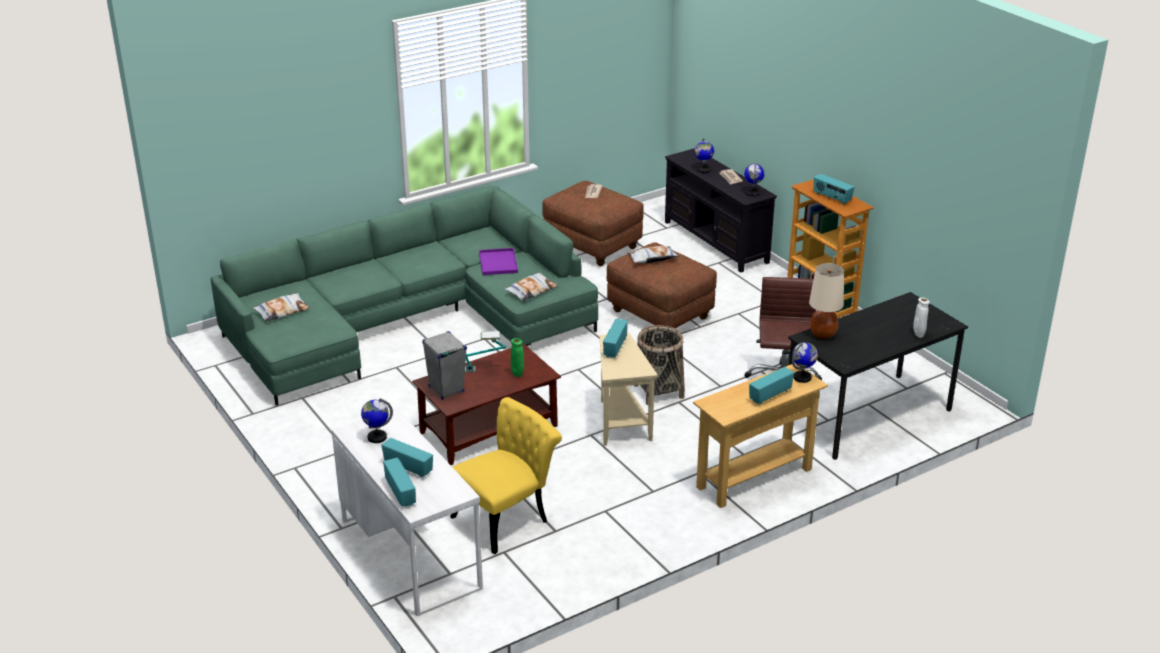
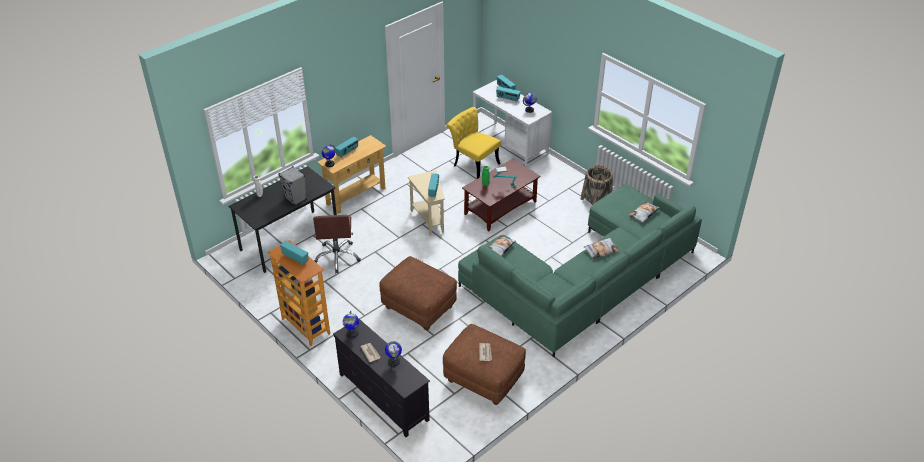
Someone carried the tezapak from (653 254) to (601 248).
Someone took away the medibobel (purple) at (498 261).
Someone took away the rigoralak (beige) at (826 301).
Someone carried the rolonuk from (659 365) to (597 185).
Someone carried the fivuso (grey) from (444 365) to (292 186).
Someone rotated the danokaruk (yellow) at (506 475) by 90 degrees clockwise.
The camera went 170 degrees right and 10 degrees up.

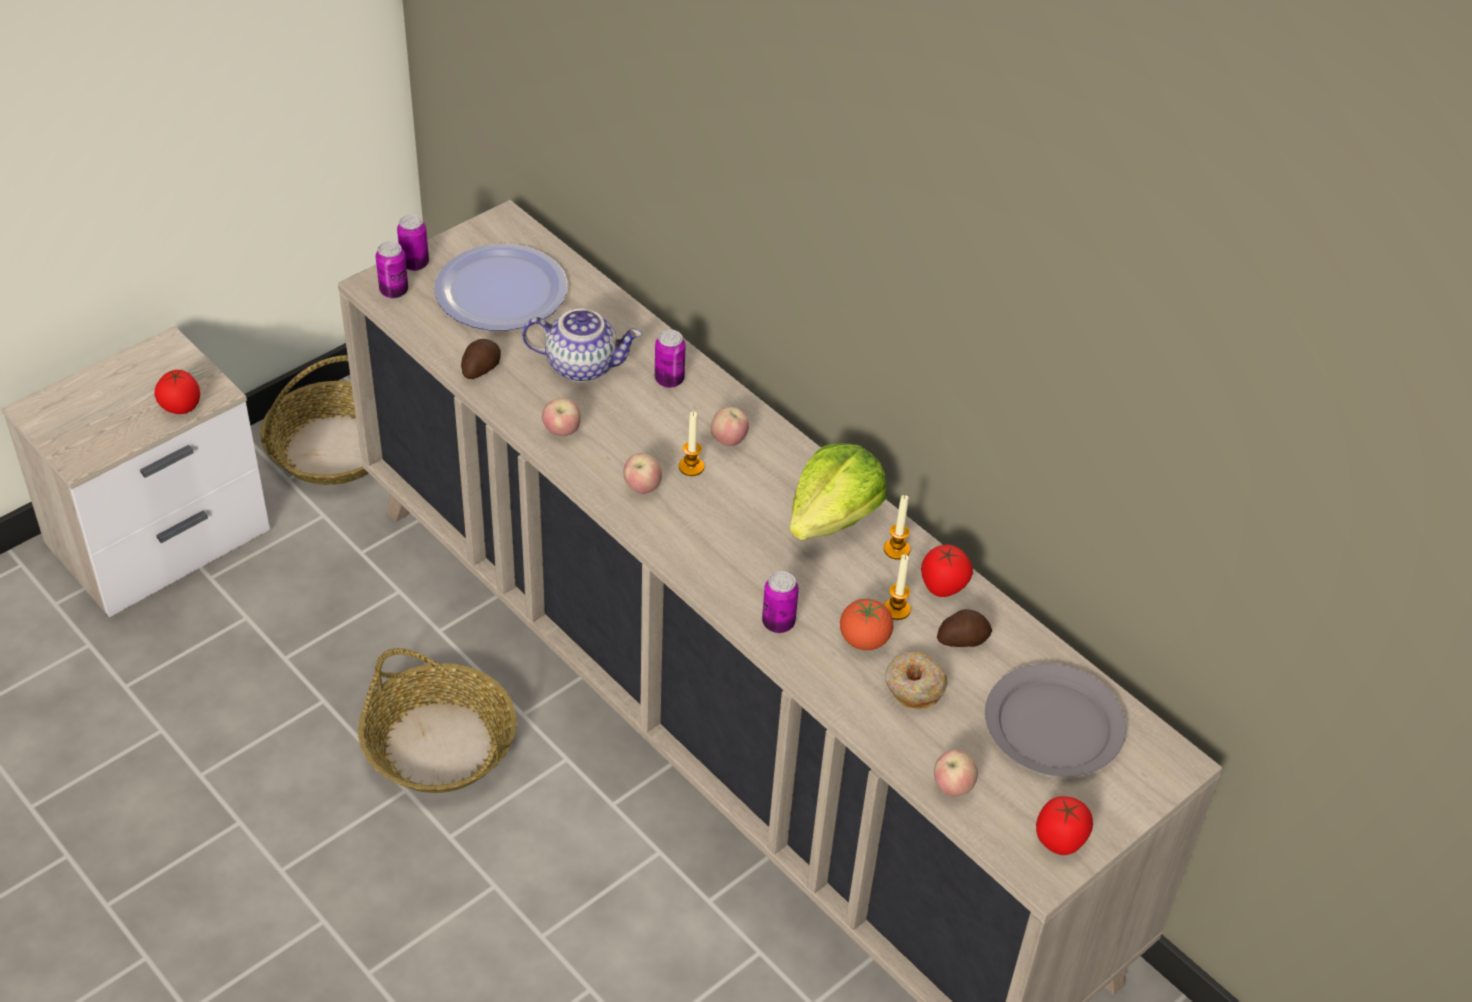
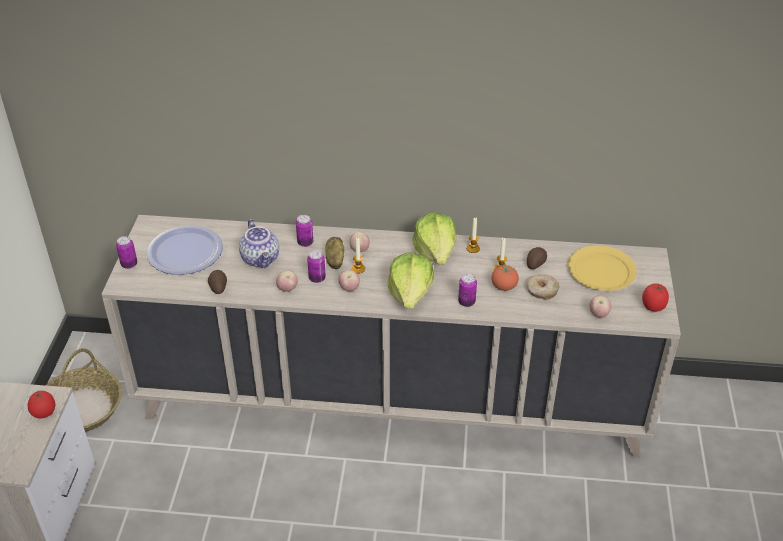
Someone carried the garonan from (392 269) to (316 266).
Someone rotated the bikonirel at (582 345) by 105 degrees clockwise.
Someone took away the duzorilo at (947 571).
Someone took away the rolonuk at (437 720).
Someone repainted the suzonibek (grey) at (1055 720), which became the suzonibek (yellow) at (602 268).
Someone put down the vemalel at (334 253).
Someone put down the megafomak at (411 280).
The camera went 40 degrees left and 5 degrees down.

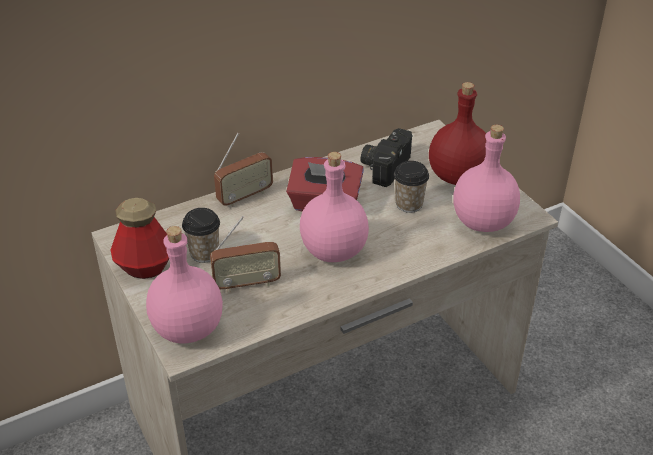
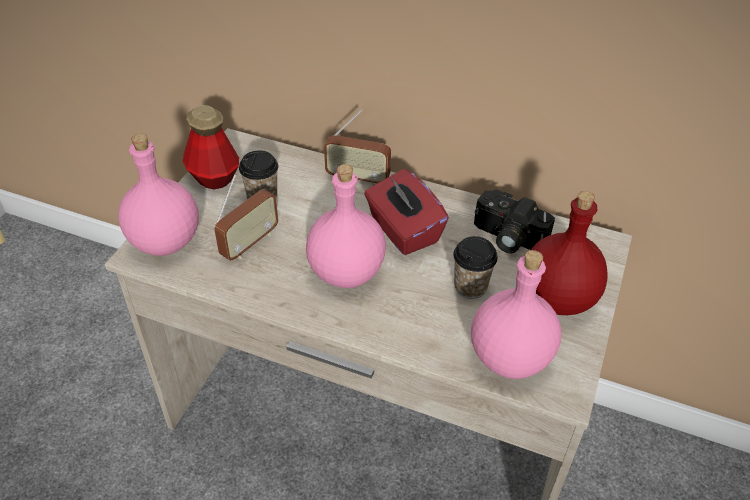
Someone rotated the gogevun at (386 157) by 135 degrees counterclockwise.
Someone rotated the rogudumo at (245 254) by 90 degrees counterclockwise.
The camera went 50 degrees right and 5 degrees up.

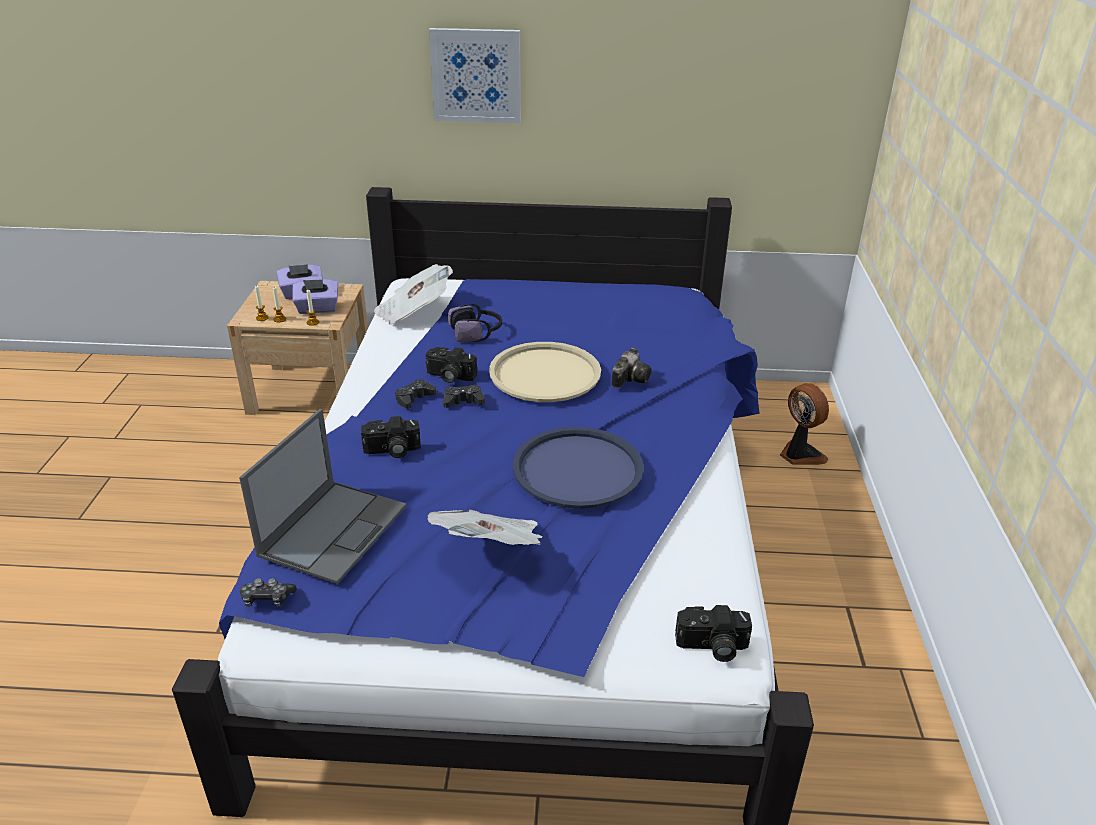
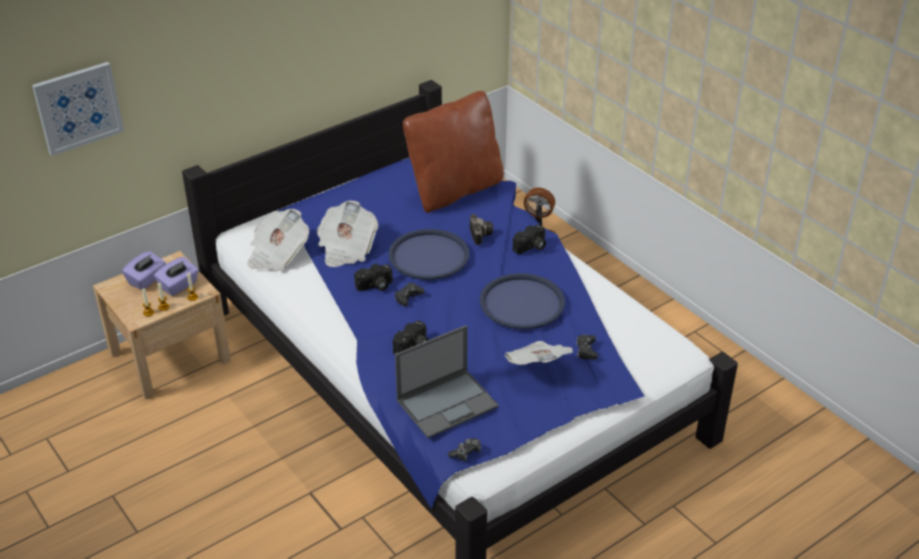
Someone carried the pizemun from (475 75) to (78 109).
Someone swapped the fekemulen at (475 323) for the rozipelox at (347 233).
Someone repainted the medibobel (beige) at (545 372), which became the medibobel (blue) at (429 254).
Someone carried the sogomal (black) from (416 394) to (587 347).
Someone rotated the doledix at (322 496) by 75 degrees clockwise.
Someone carried the gogevun from (713 633) to (529 239).
Someone put down the tezapak (brown) at (453 152).
The camera went 40 degrees left and 5 degrees up.

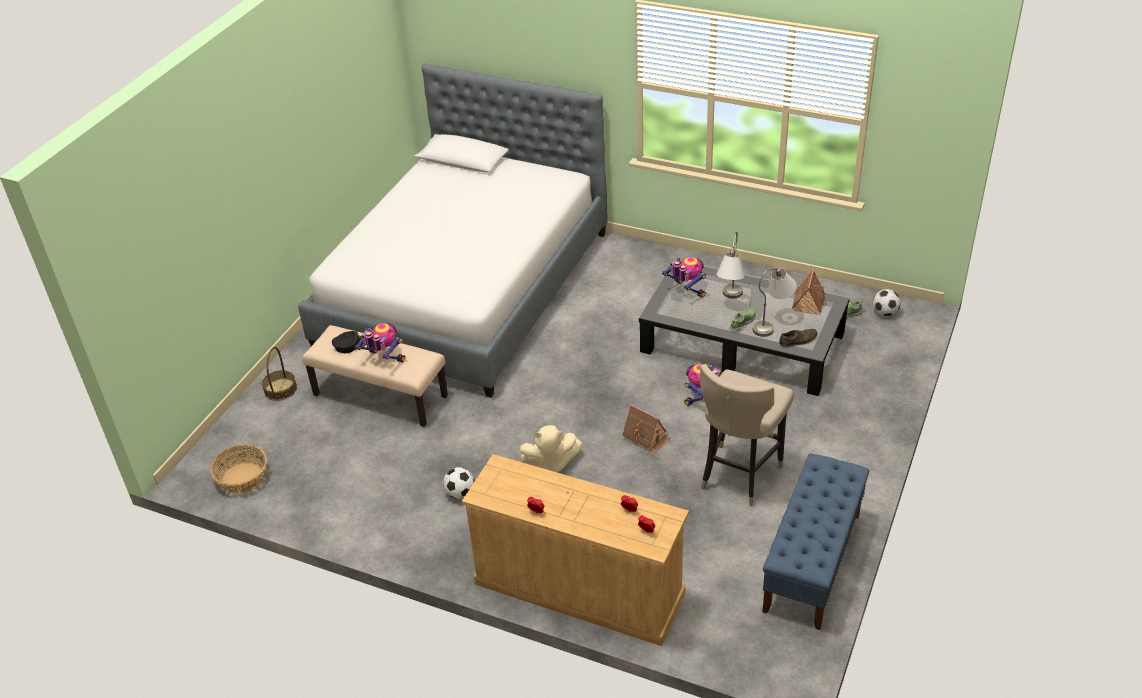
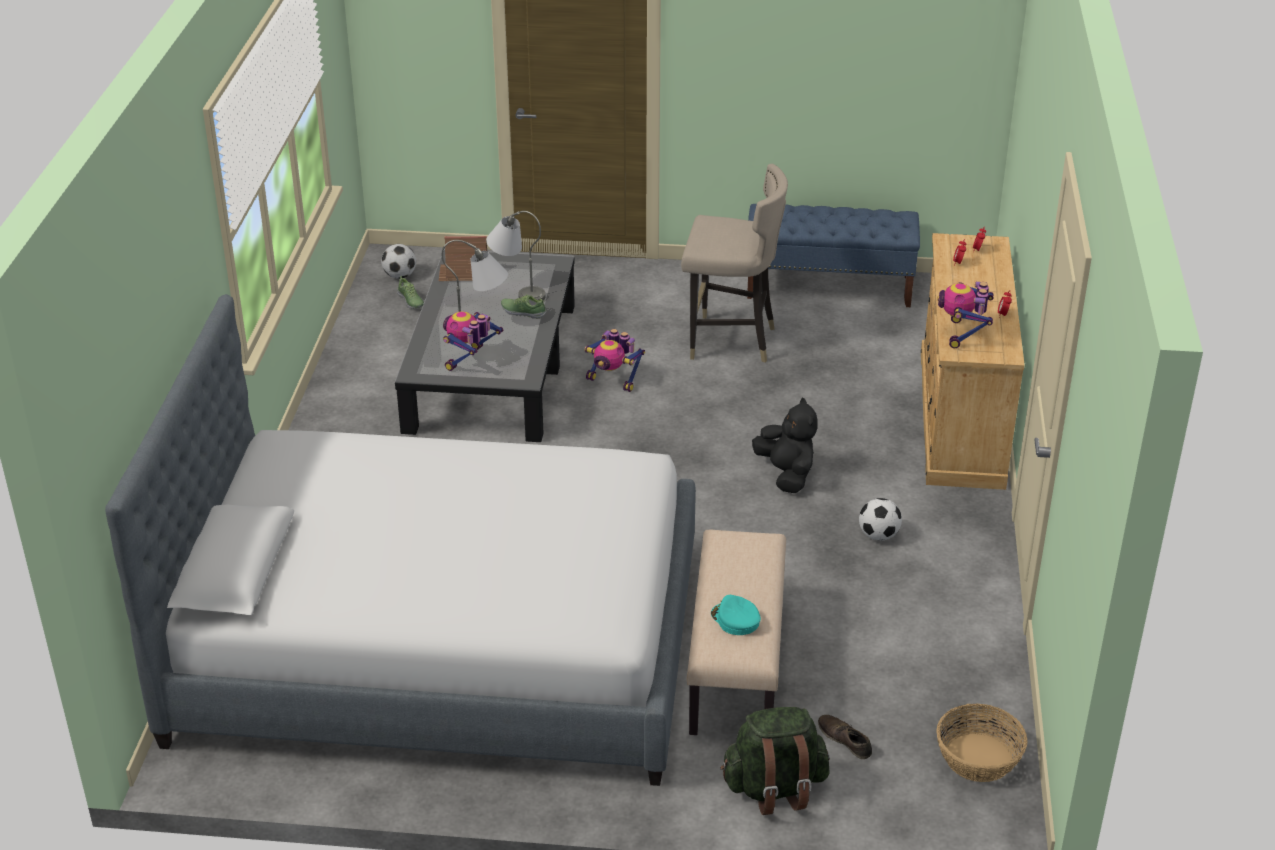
Someone carried the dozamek from (380 343) to (965 315).
Someone carried the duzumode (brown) from (798 338) to (845 737).
Someone repainted the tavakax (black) at (349 342), which became the tavakax (turquoise) at (736 615).
Someone swapped the rolonuk at (279 374) for the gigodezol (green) at (775 761).
Someone took away the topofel at (646 429).
Someone repainted the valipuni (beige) at (551 448), which became the valipuni (black) at (785 445).
The camera went 110 degrees left and 5 degrees down.

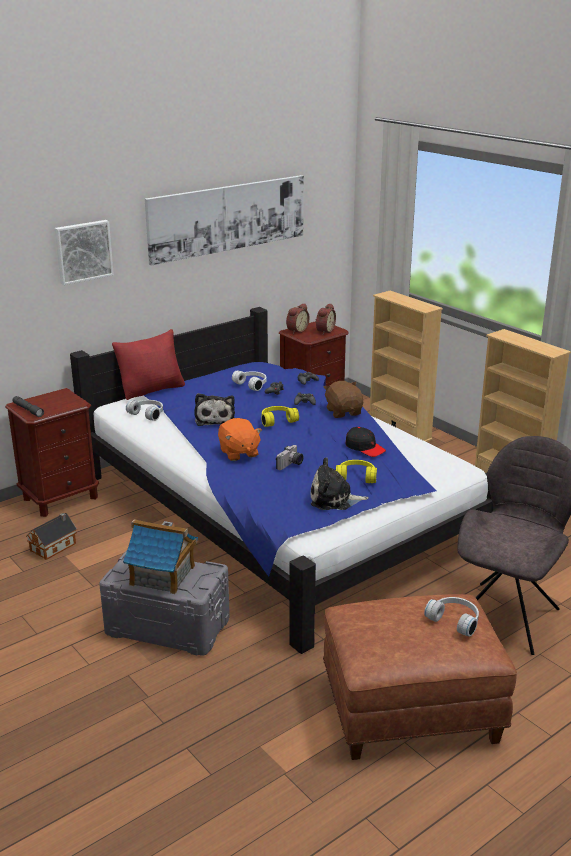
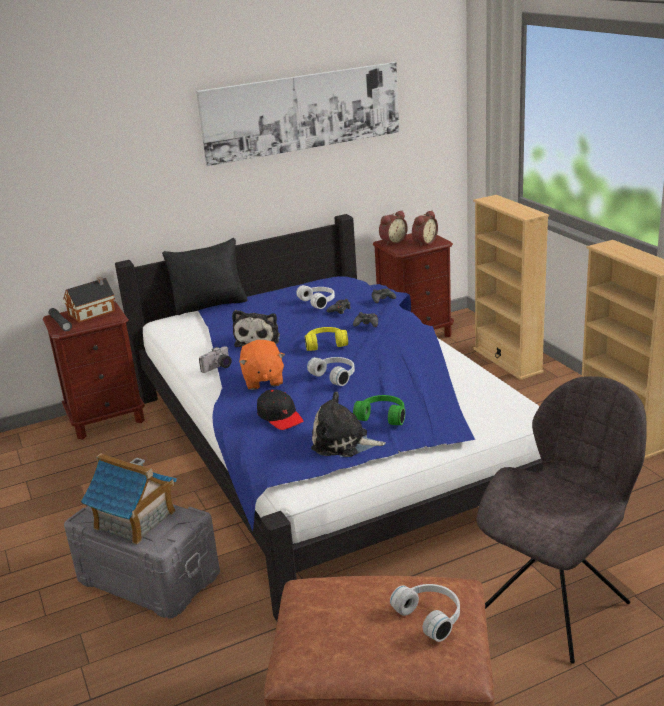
Someone took away the pizemun at (84 252).
Someone repainted the tezapak (red) at (148 364), which became the tezapak (black) at (204 276).
Someone took away the valipuni (brown) at (343 399).
Someone carried the fekemulen (white) from (144 410) to (331 371).
Someone carried the tavakax (black) from (366 442) to (280 409).
Someone carried the gogevun from (290 457) to (215 359).
Someone repainted the fekemulen (yellow) at (356 471), which became the fekemulen (green) at (379 410).
Someone carried the topofel from (51 536) to (89 300).
The camera went 15 degrees right and 0 degrees up.

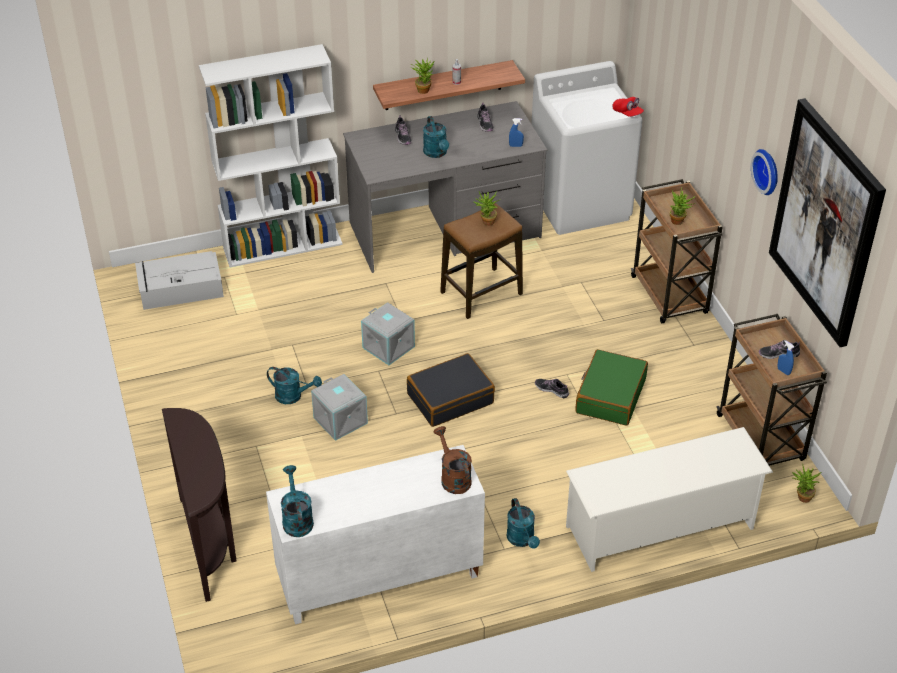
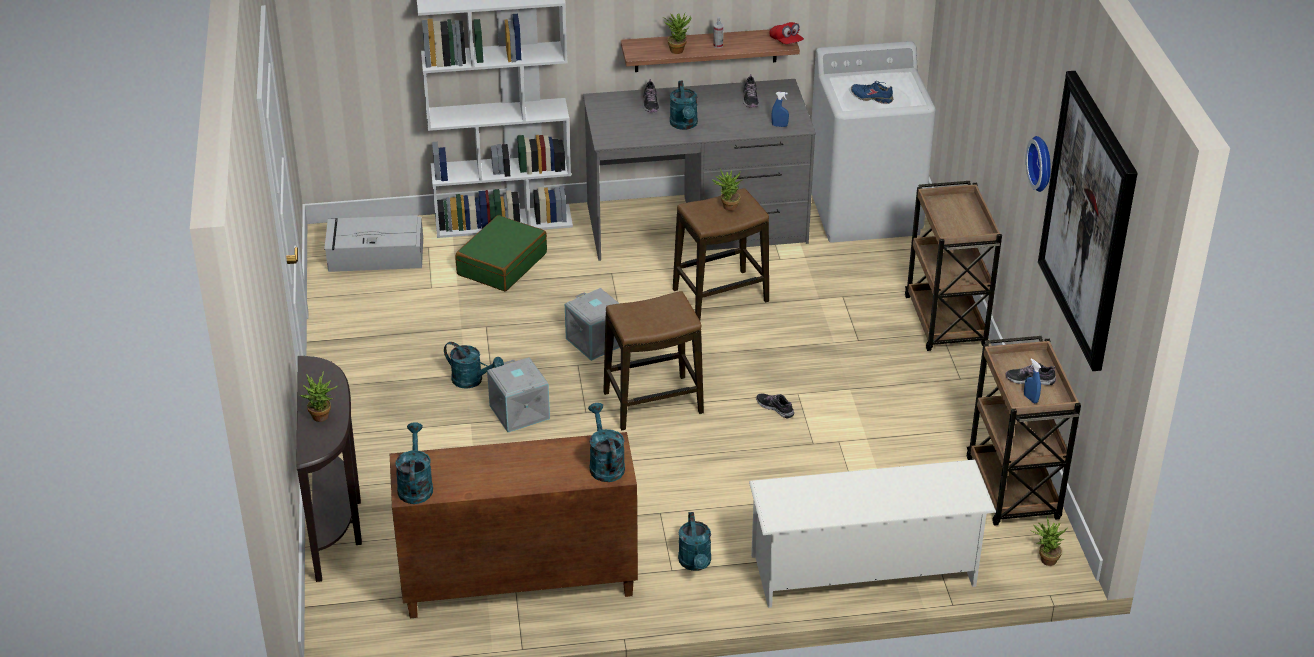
Someone carried the tavakax (red) from (628 107) to (787 33).
Someone carried the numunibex from (683 206) to (319 396).
Someone carried the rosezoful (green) from (612 387) to (501 253).
Someone swapped the rosezoful (black) at (451 390) for the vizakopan at (653 360).
Someone repainted the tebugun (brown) at (453 460), which became the tebugun (turquoise) at (606 442).
Someone repainted the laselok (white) at (375 534), which became the laselok (brown) at (514 525).
Someone put down the duzumode (blue) at (872 92).
The camera went 10 degrees right and 5 degrees down.

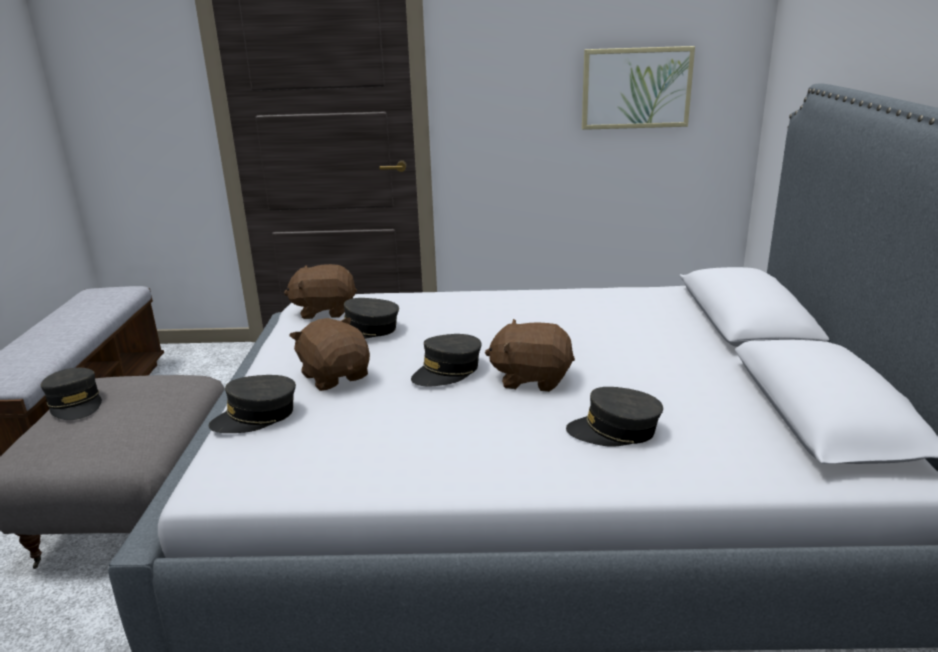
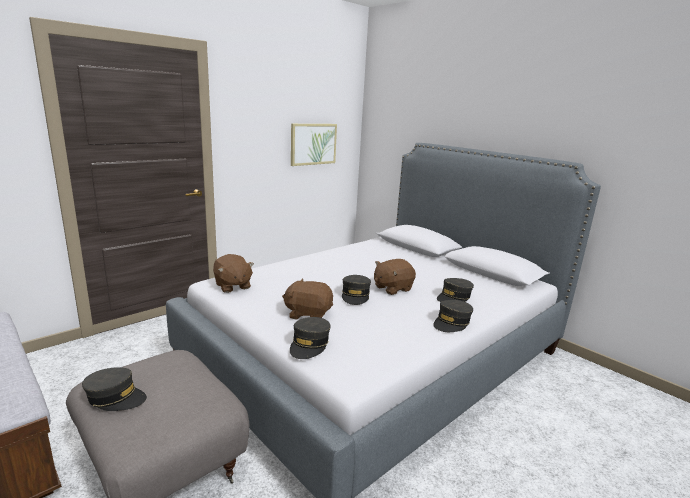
Someone rotated the valipuni (brown) at (320 291) by 75 degrees counterclockwise.
Someone carried the tavakax (grey) from (371 318) to (453 316).
The camera went 45 degrees left and 5 degrees down.

